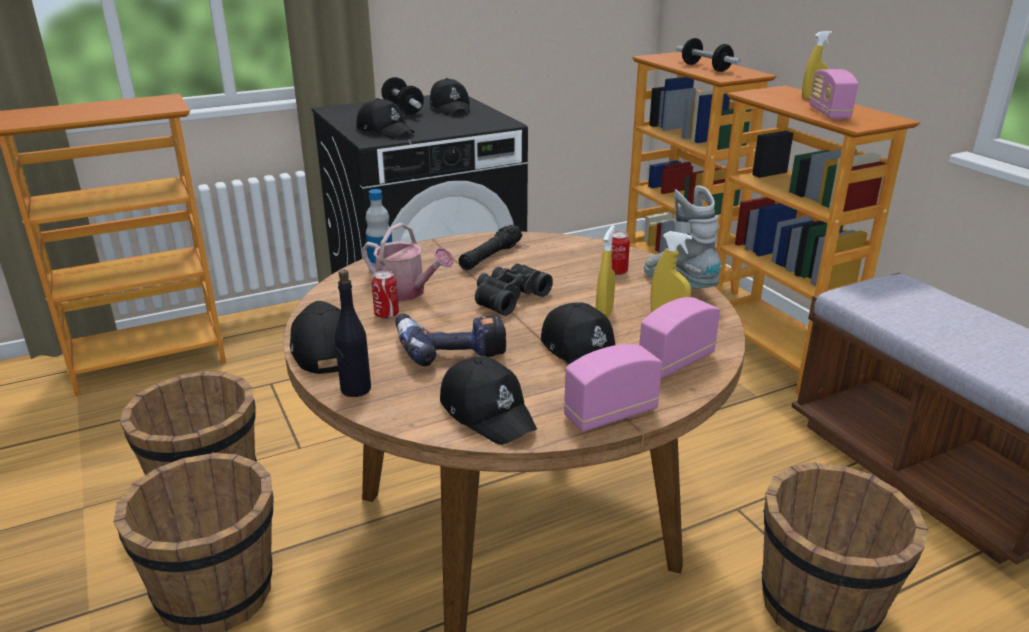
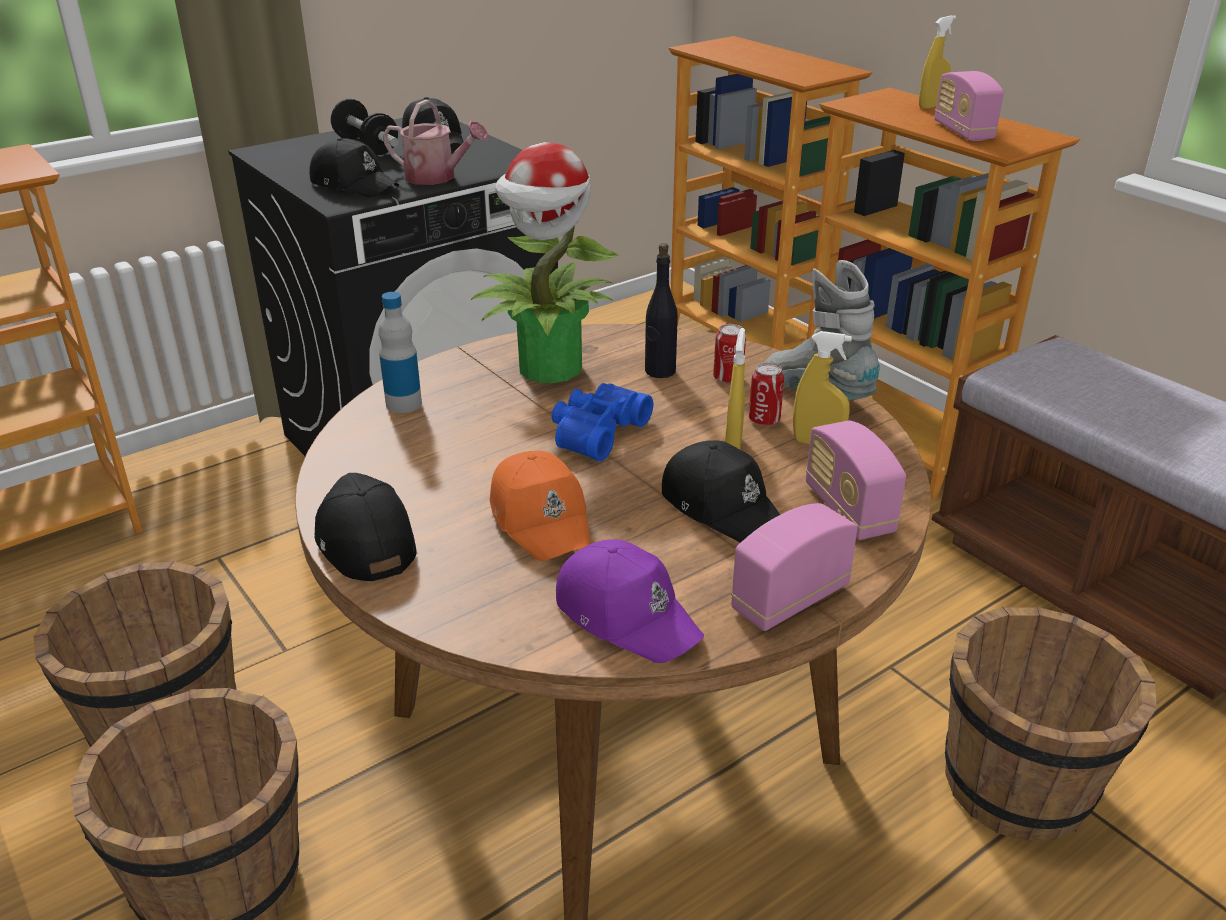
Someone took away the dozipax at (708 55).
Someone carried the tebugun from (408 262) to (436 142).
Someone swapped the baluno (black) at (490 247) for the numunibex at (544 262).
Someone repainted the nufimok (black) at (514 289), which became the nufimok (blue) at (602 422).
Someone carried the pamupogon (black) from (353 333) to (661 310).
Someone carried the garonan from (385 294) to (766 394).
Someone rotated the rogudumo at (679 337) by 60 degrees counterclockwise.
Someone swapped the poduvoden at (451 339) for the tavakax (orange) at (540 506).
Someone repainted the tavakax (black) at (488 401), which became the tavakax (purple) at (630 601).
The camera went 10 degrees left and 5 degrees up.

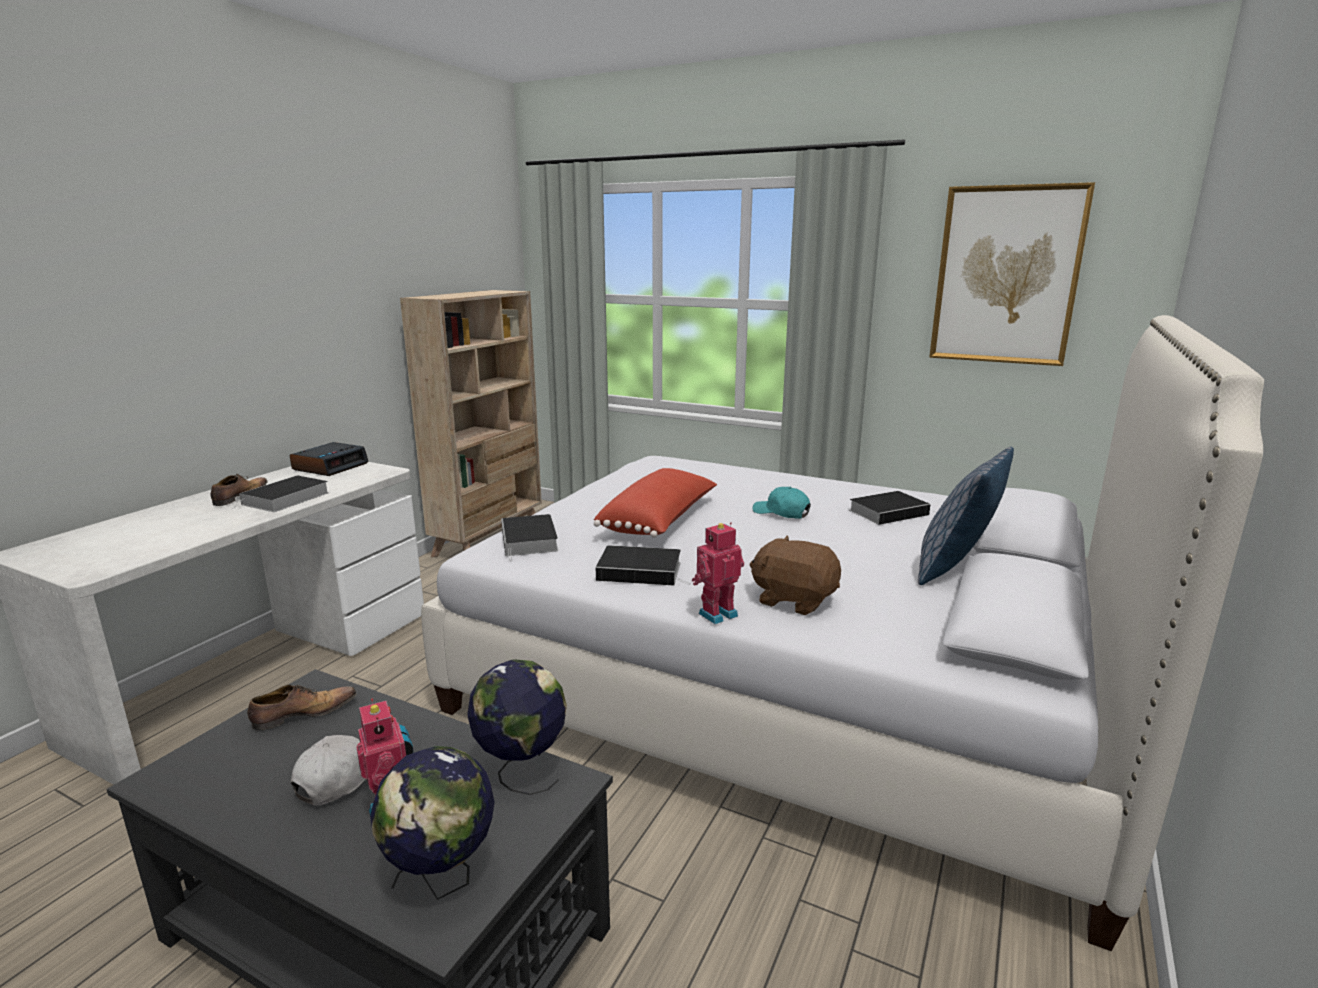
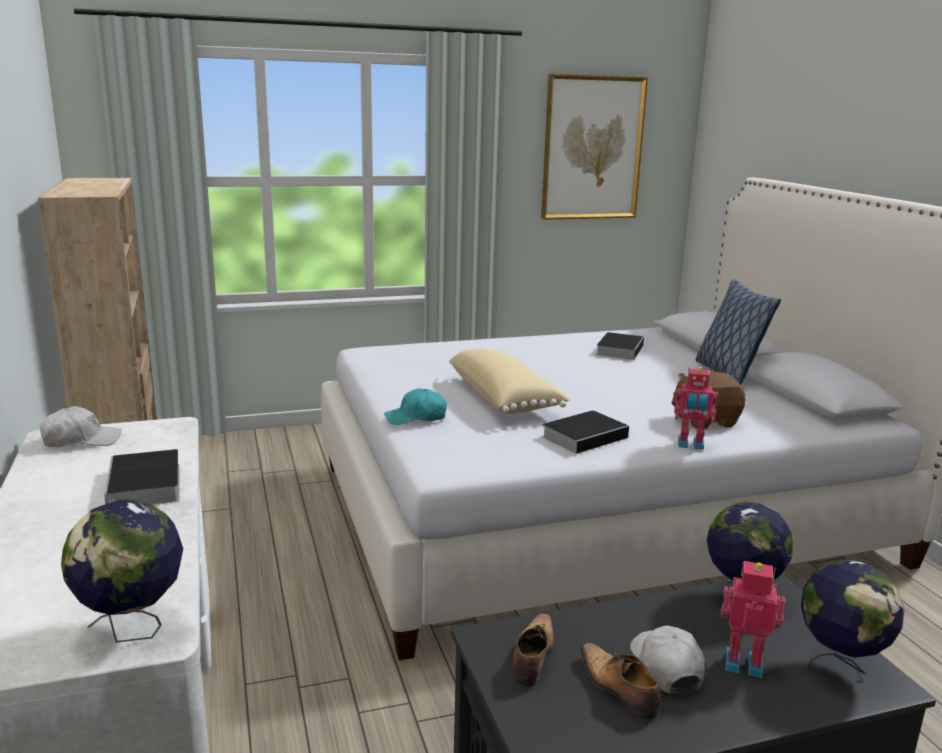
Someone swapped the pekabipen at (329 459) for the tavakax (white) at (80 426).
Someone repainted the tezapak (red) at (655 503), which became the tezapak (beige) at (509 381).
Someone carried the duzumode from (239 490) to (621 681).
Someone carried the tavakax (turquoise) from (781 503) to (415 407).
Someone took away the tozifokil at (529 537).
Someone rotated the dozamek at (718 573) by 90 degrees counterclockwise.
Someone put down the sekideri at (122 571).
The camera went 45 degrees left and 0 degrees up.

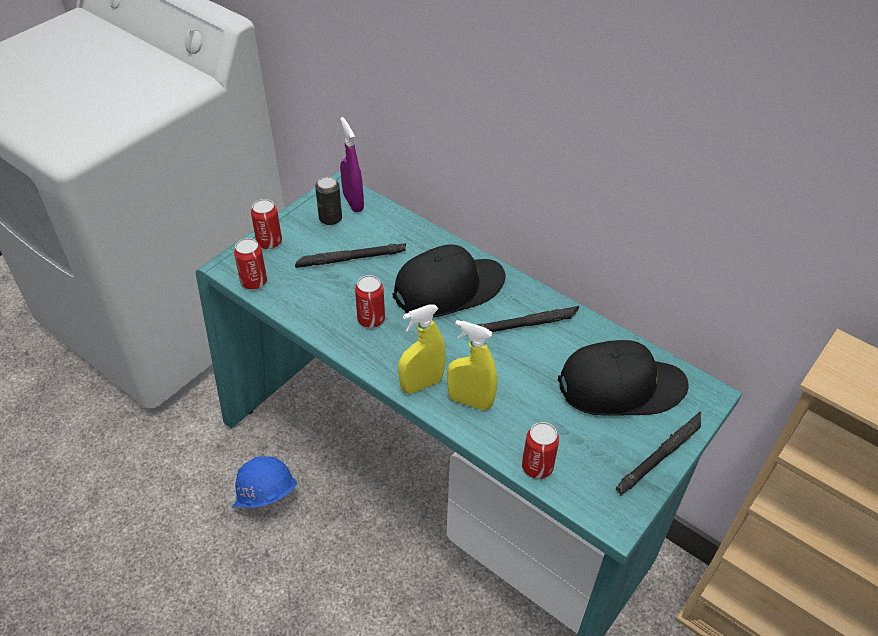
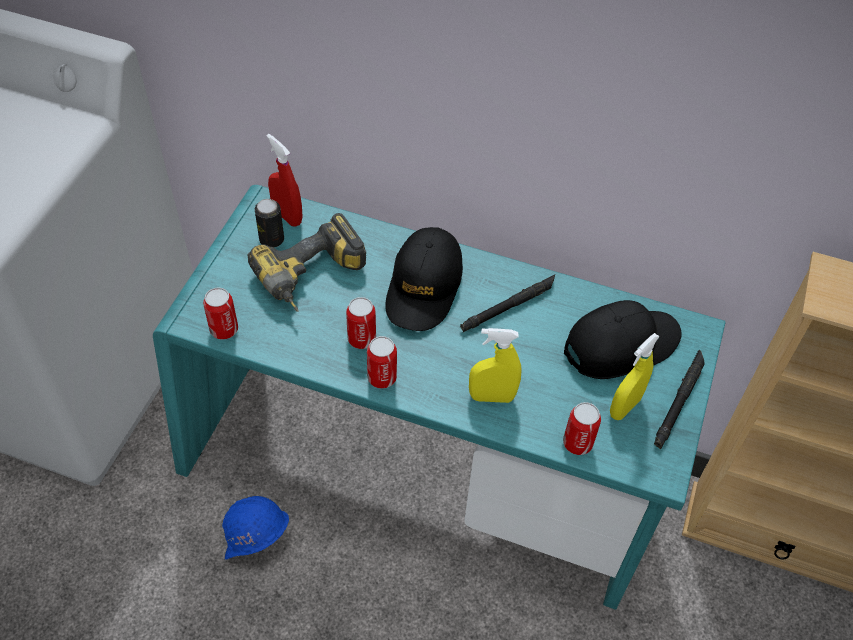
Someone repainted the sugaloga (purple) at (352 164), which became the sugaloga (red) at (285 180).
Someone carried the garonan from (266 224) to (382 362).
Someone swapped the baluno (black) at (350 255) for the poduvoden at (306 262).
Someone rotated the tavakax (black) at (449 281) by 150 degrees clockwise.
Someone carried the sugaloga (yellow) from (421 349) to (635 376).
The camera went 20 degrees left and 5 degrees up.

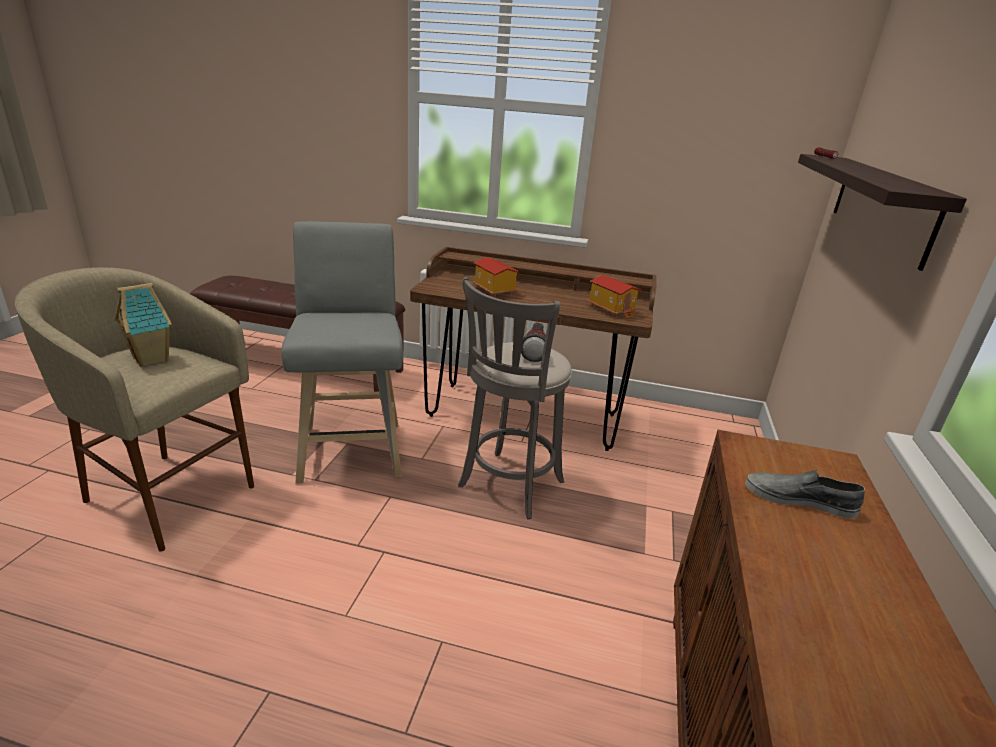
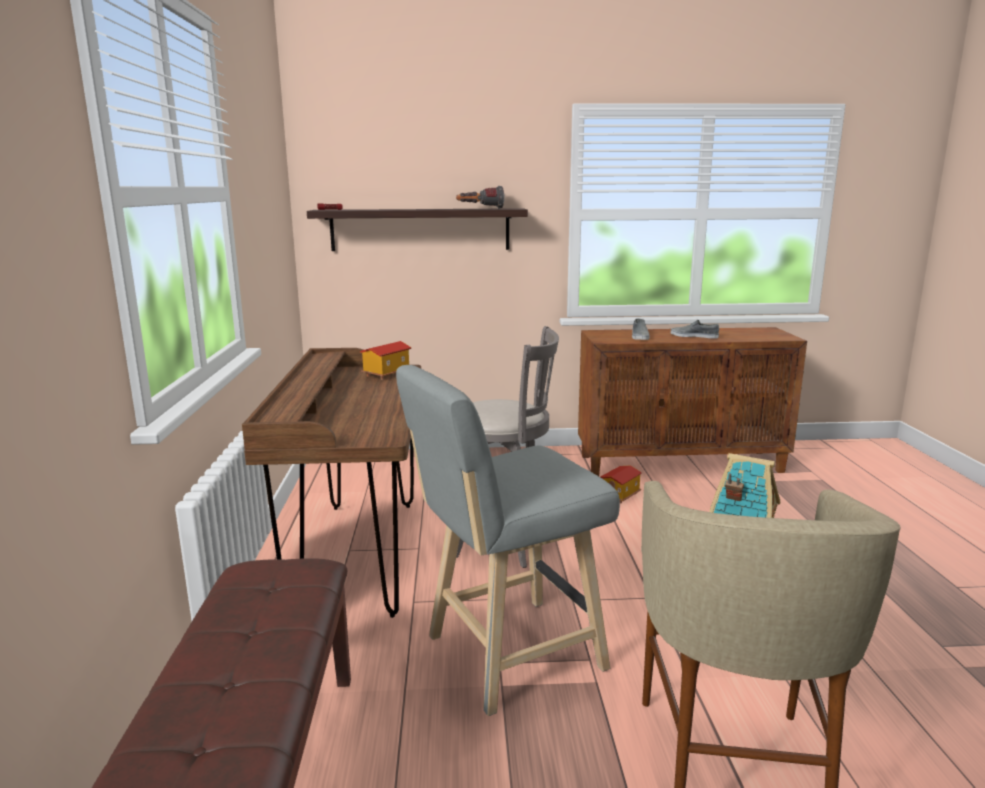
Someone carried the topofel from (496 277) to (621 484).
Someone carried the baluno from (533 342) to (480 197).
Someone put down the duzumode (grey) at (695 329).
The camera went 105 degrees left and 10 degrees down.

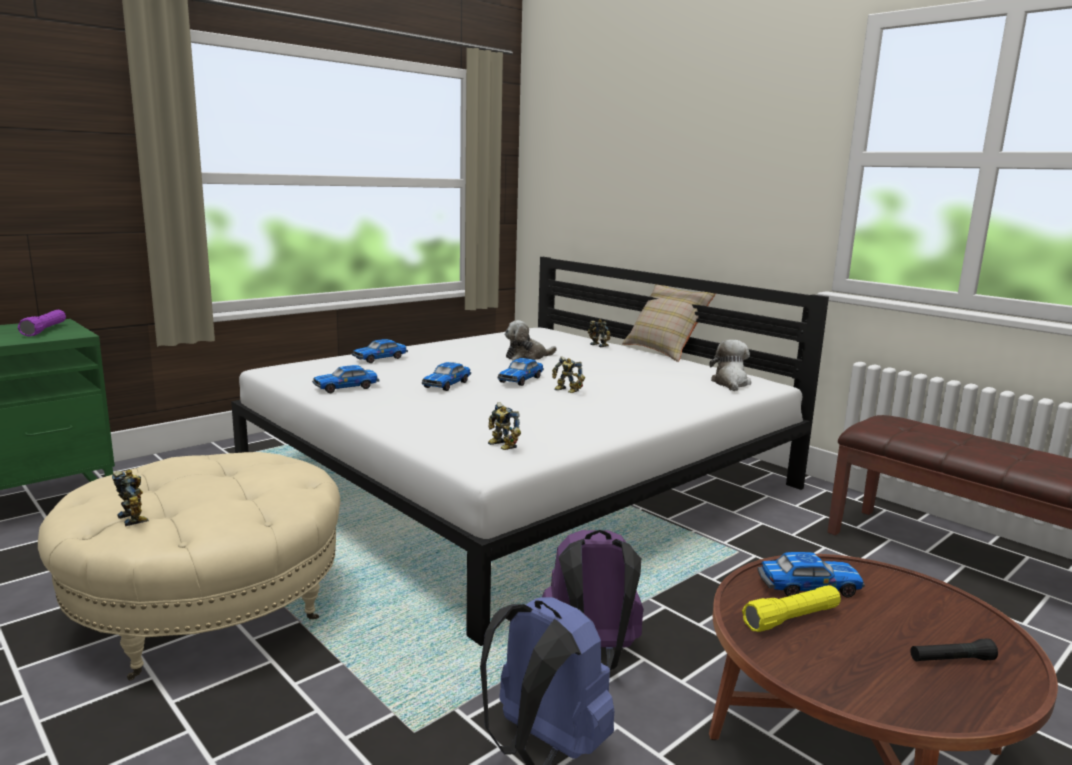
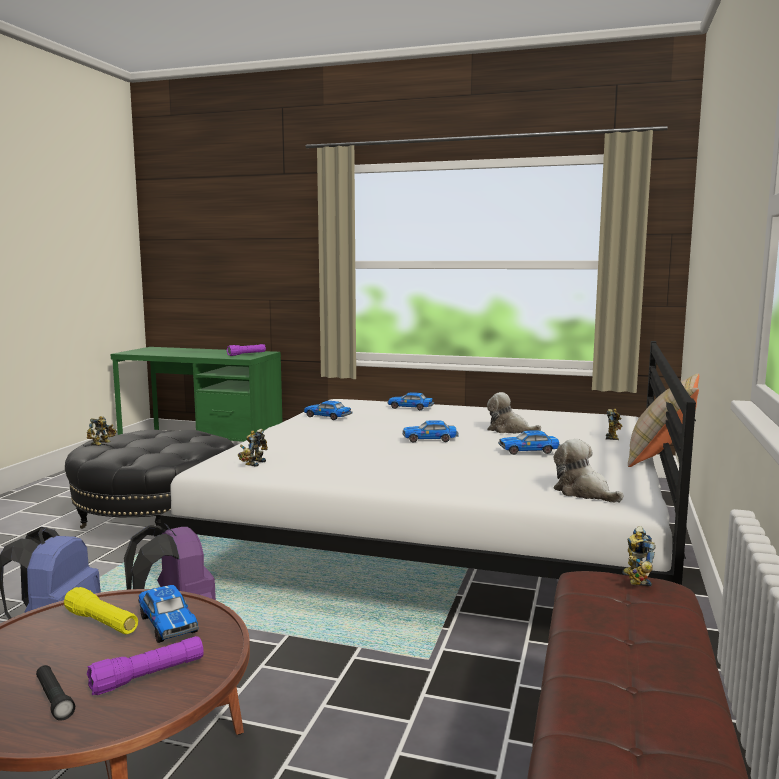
Someone rotated the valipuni at (730 365) by 105 degrees counterclockwise.
Someone carried the dozamek from (568 374) to (639 556).
Someone carried the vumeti from (446 376) to (529 442).
Someone repainted the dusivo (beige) at (189 566), which became the dusivo (black) at (150 479).
Someone put down the baluno (purple) at (145 665).
The camera went 60 degrees right and 5 degrees down.

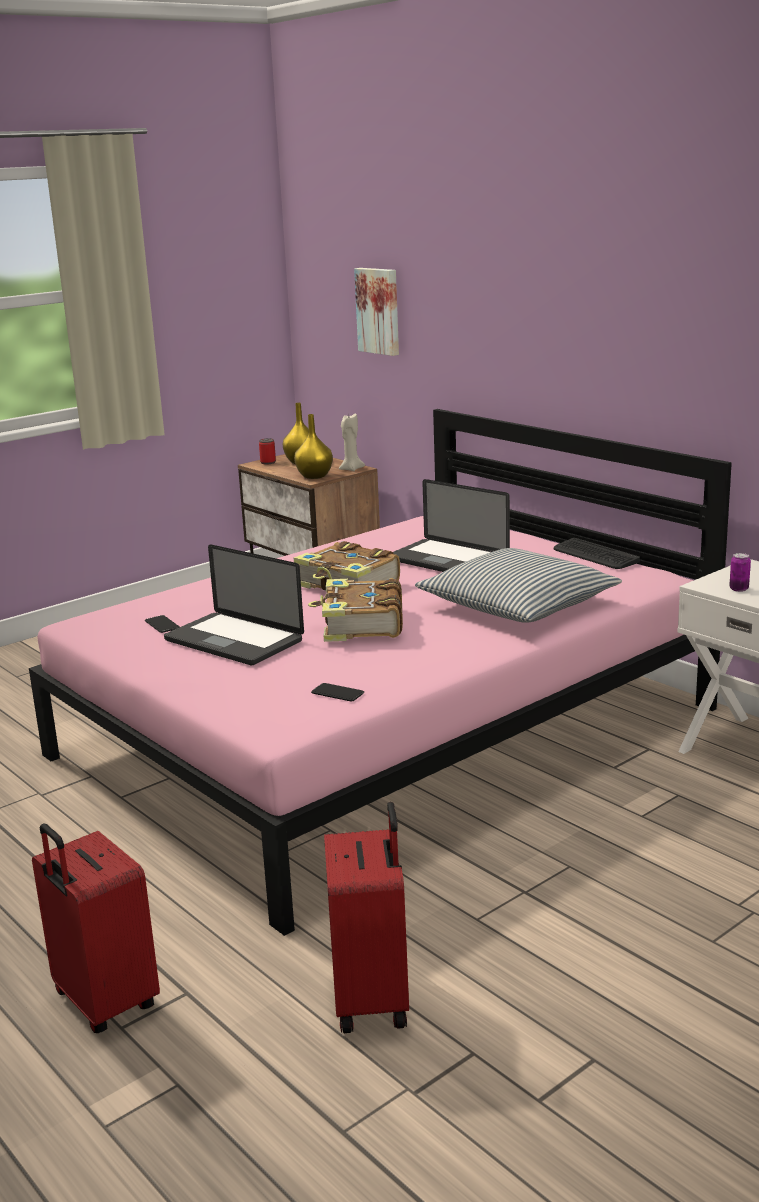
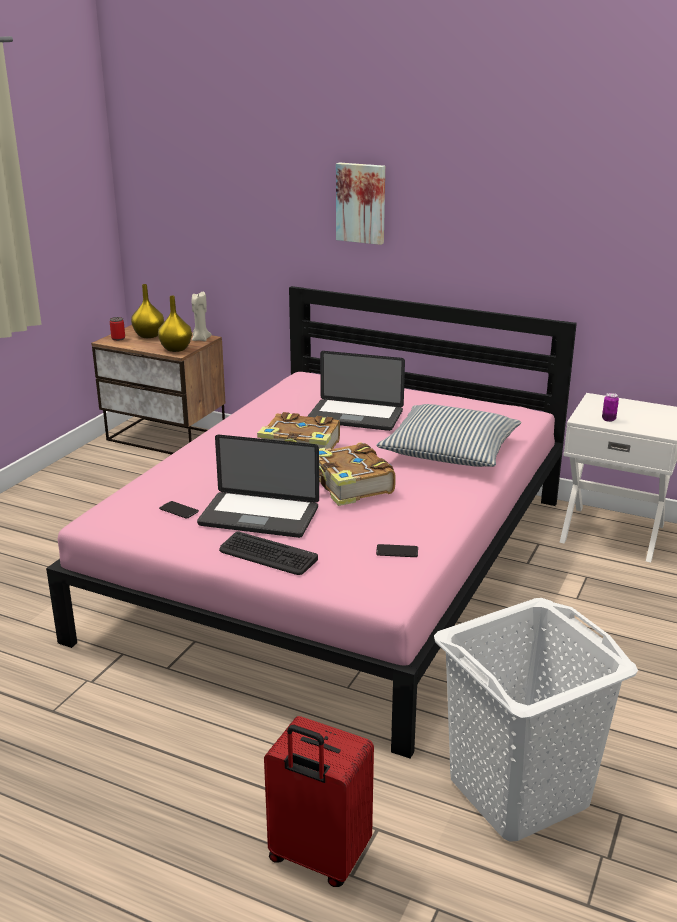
Someone carried the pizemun from (376 312) to (360 203).
Someone carried the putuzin from (597 553) to (268 553).
Someone swapped the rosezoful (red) at (366 917) for the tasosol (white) at (536 719).
The camera went 25 degrees left and 5 degrees up.

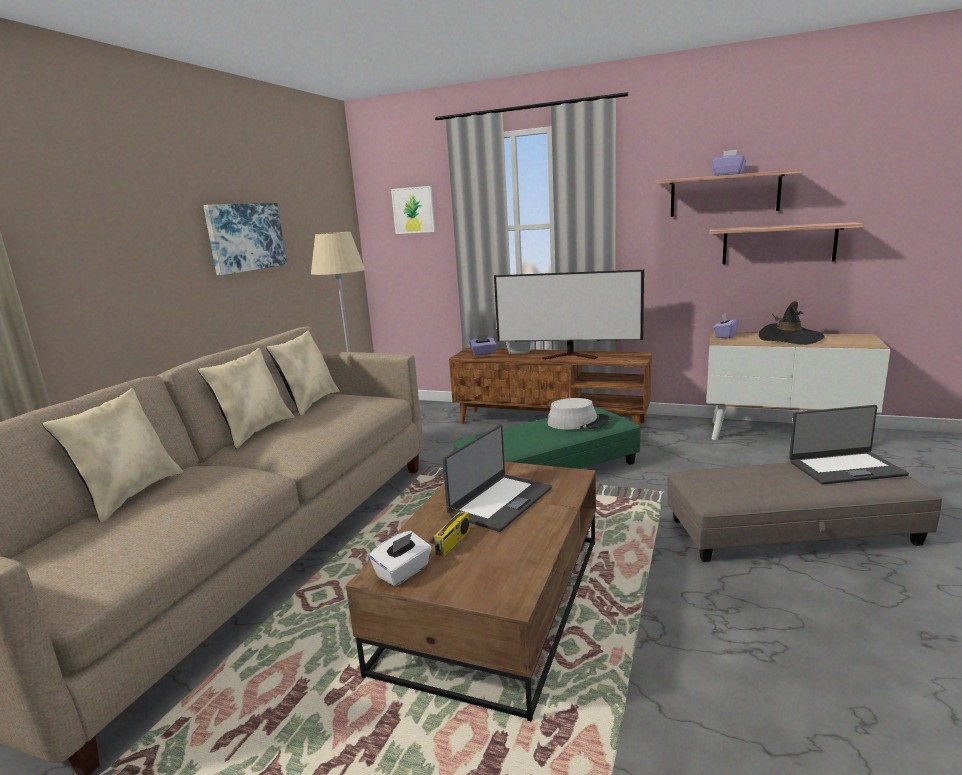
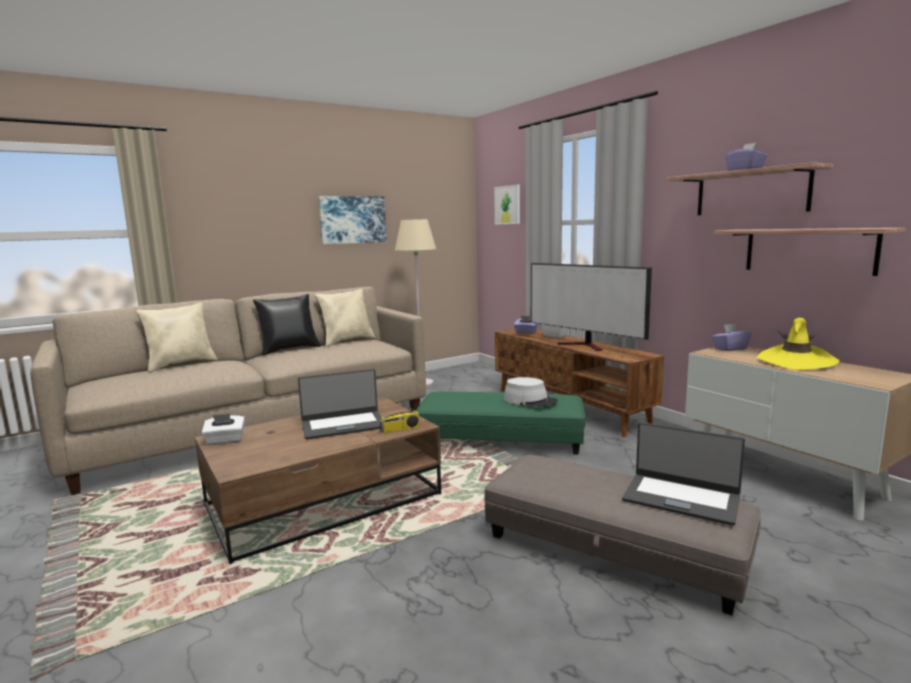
Someone repainted the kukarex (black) at (791 323), which became the kukarex (yellow) at (797 344).
Someone repainted the tezapak (beige) at (246 398), which became the tezapak (black) at (287 325).
Someone carried the rogudumo from (452 529) to (400 414).
The camera went 35 degrees right and 5 degrees down.

